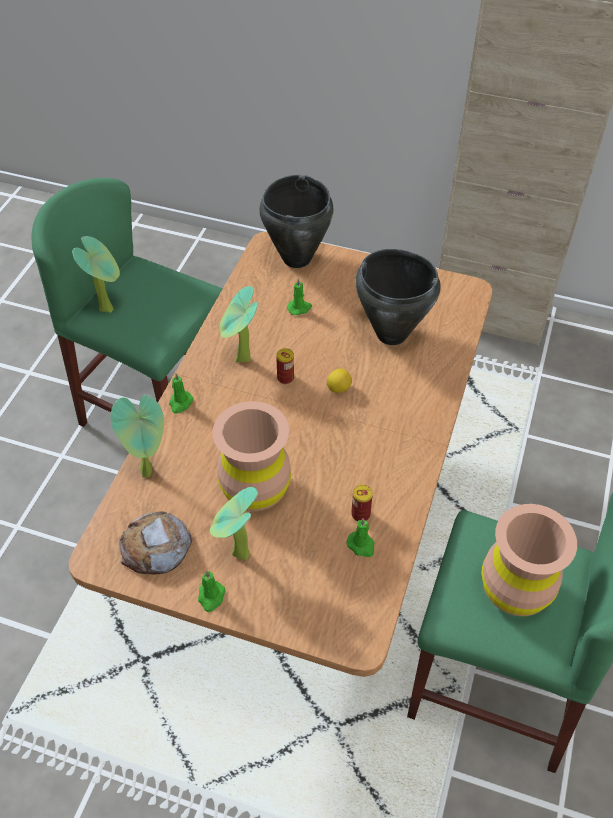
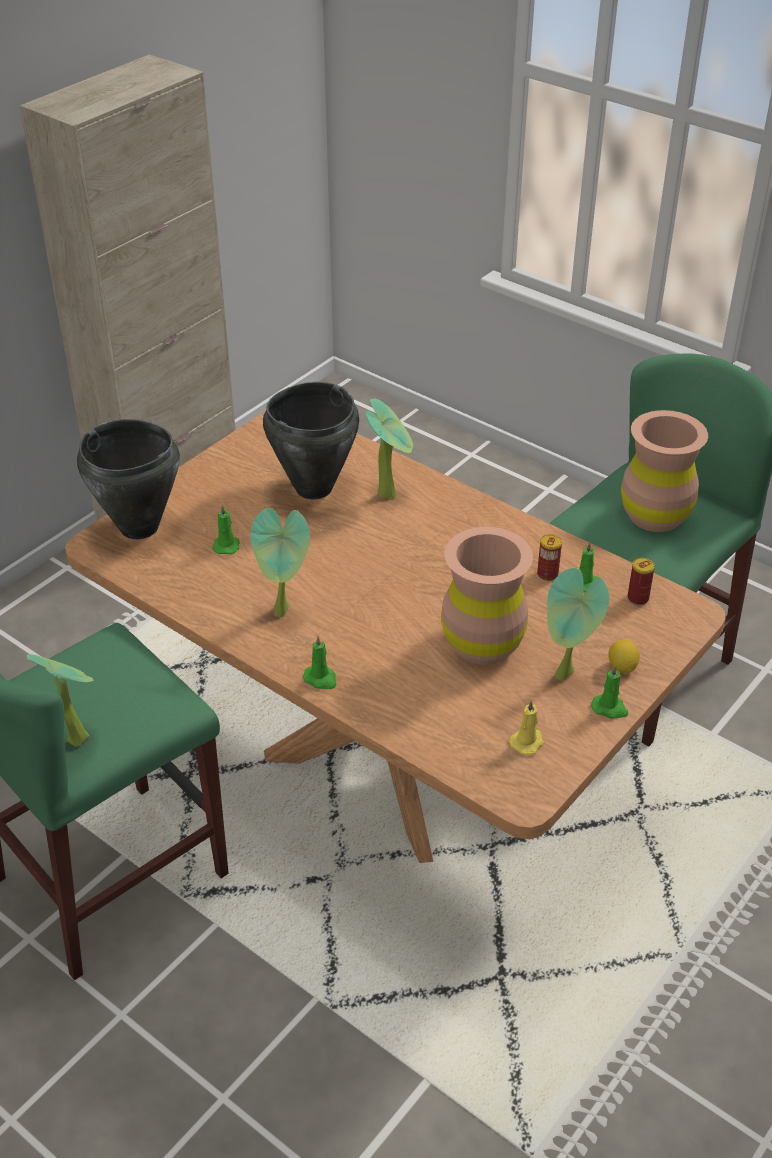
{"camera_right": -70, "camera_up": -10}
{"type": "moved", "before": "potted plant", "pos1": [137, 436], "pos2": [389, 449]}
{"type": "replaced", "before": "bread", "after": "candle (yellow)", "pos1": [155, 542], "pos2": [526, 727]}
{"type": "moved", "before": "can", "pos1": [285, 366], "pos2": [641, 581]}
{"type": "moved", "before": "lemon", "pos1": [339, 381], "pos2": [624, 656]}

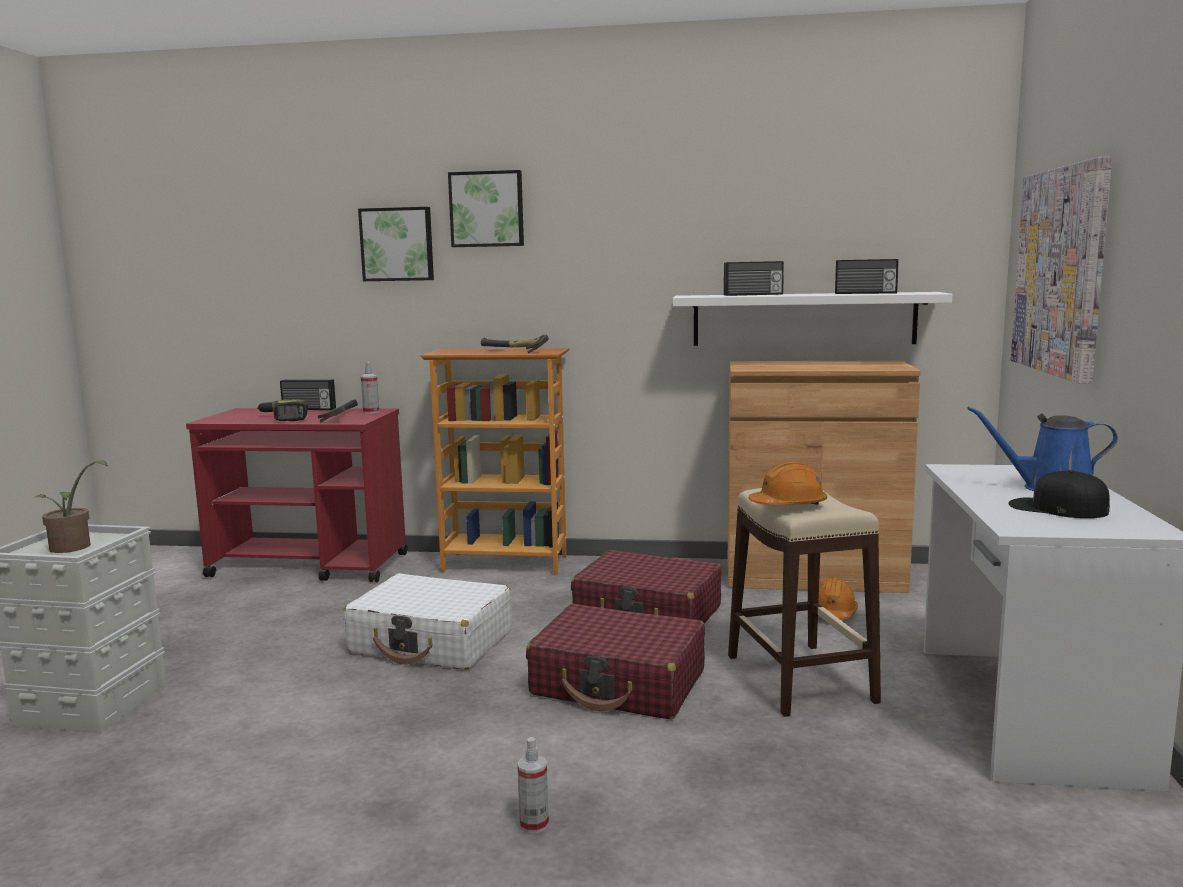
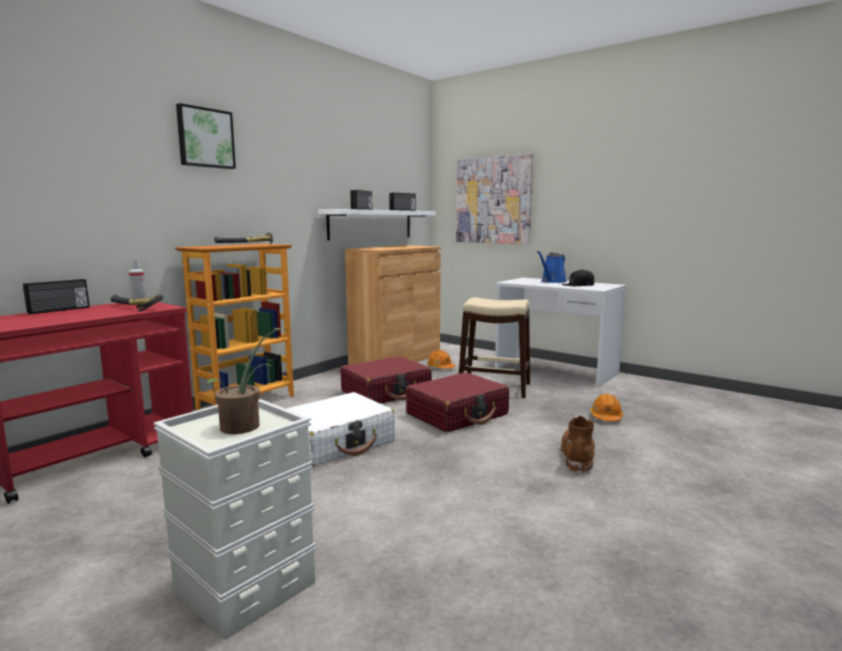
{"camera_right": -60, "camera_up": 0}
{"type": "removed", "before": "power drill", "pos1": [282, 410]}
{"type": "removed", "before": "picture", "pos1": [396, 244]}
{"type": "replaced", "before": "spray bottle", "after": "boot (brown)", "pos1": [533, 785], "pos2": [578, 444]}
{"type": "moved", "before": "hard hat (orange)", "pos1": [788, 483], "pos2": [606, 407]}

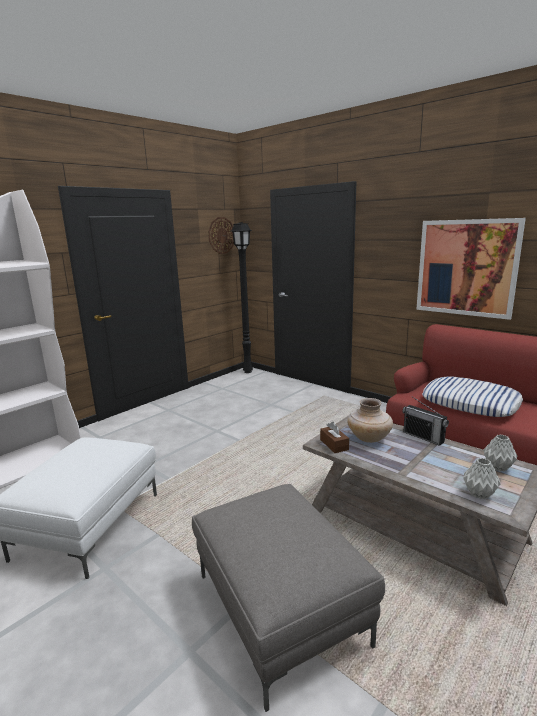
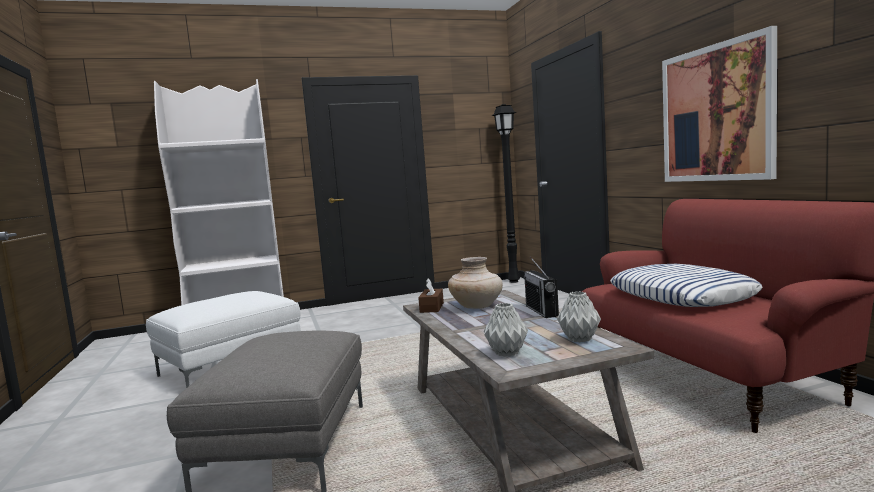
{"camera_right": 30, "camera_up": -10}
{"type": "removed", "before": "wall clock", "pos1": [221, 235]}

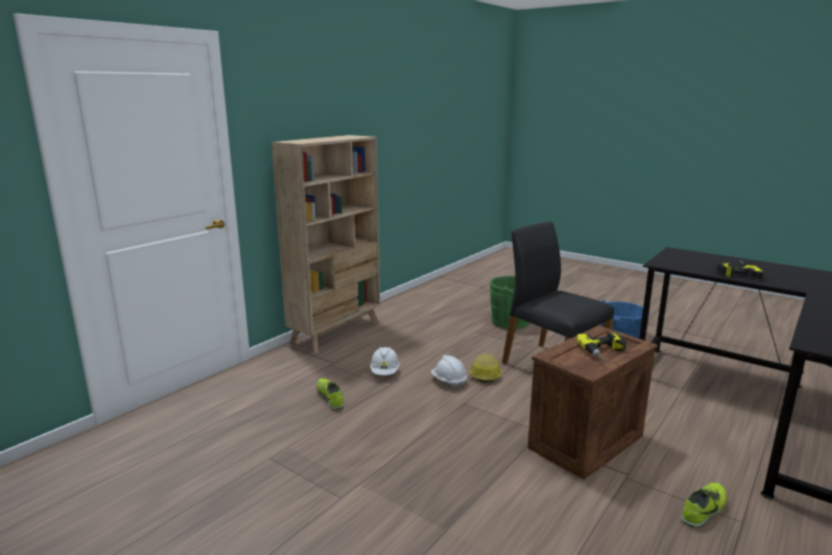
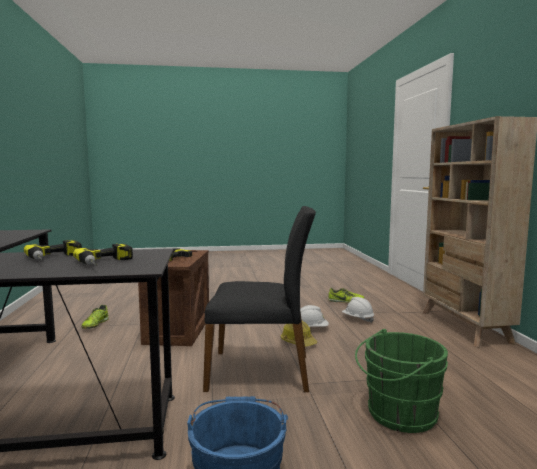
{"camera_right": 135, "camera_up": -10}
{"type": "added", "after": "power drill", "pos2": [103, 254]}

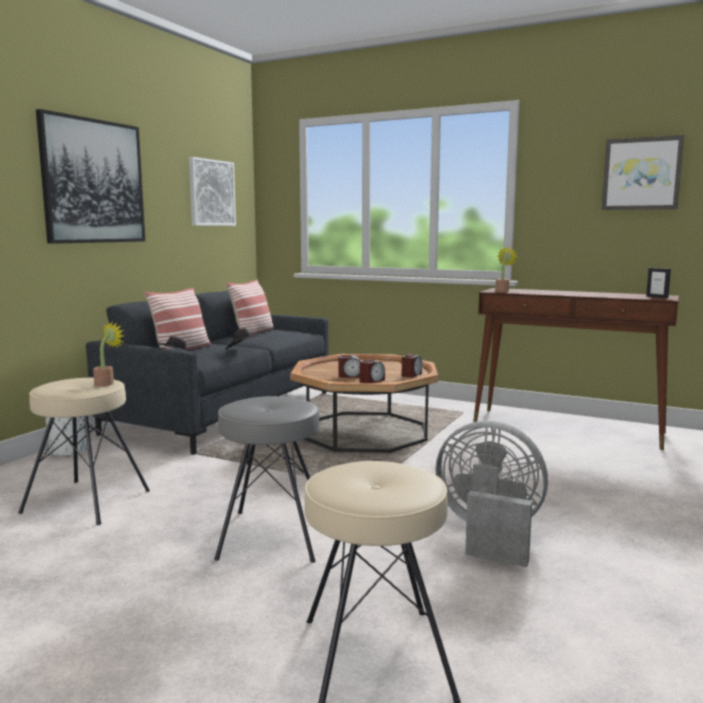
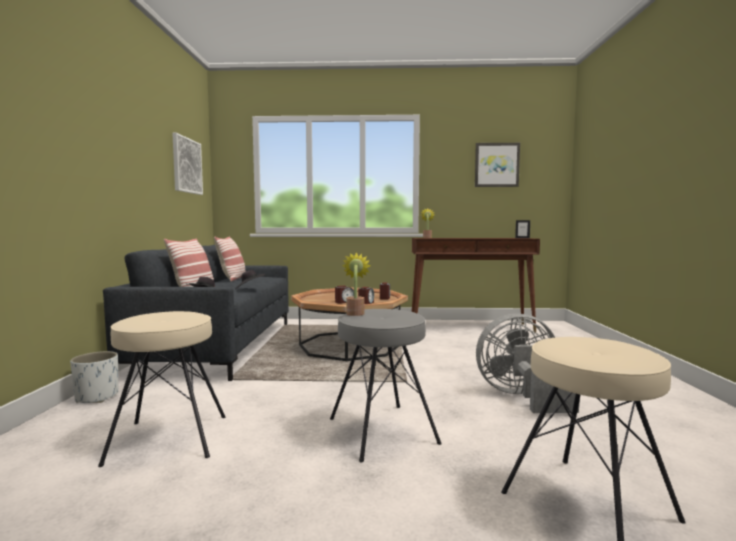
{"camera_right": -25, "camera_up": -5}
{"type": "removed", "before": "picture", "pos1": [90, 176]}
{"type": "moved", "before": "potted plant", "pos1": [108, 353], "pos2": [356, 284]}

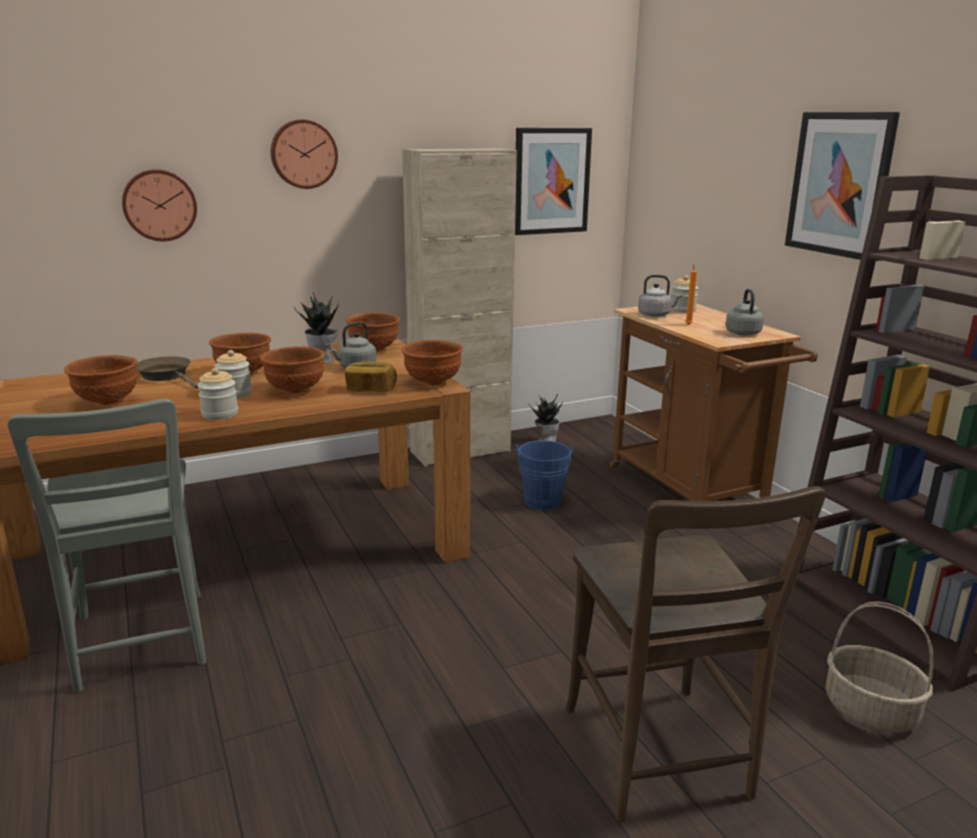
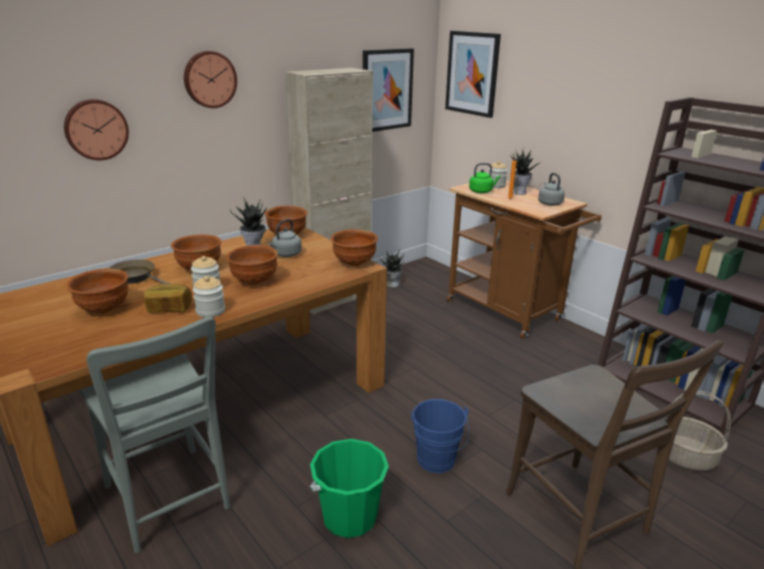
{"camera_right": -15, "camera_up": 5}
{"type": "moved", "before": "bread", "pos1": [371, 376], "pos2": [168, 298]}
{"type": "moved", "before": "bucket (blue)", "pos1": [545, 475], "pos2": [440, 436]}
{"type": "recoloured", "before": "kettle (grey)", "after": "kettle (green)", "pos1": [660, 296], "pos2": [485, 178]}
{"type": "moved", "before": "picture", "pos1": [842, 186], "pos2": [473, 74]}
{"type": "added", "after": "bucket (green)", "pos2": [349, 488]}
{"type": "added", "after": "potted plant", "pos2": [526, 172]}

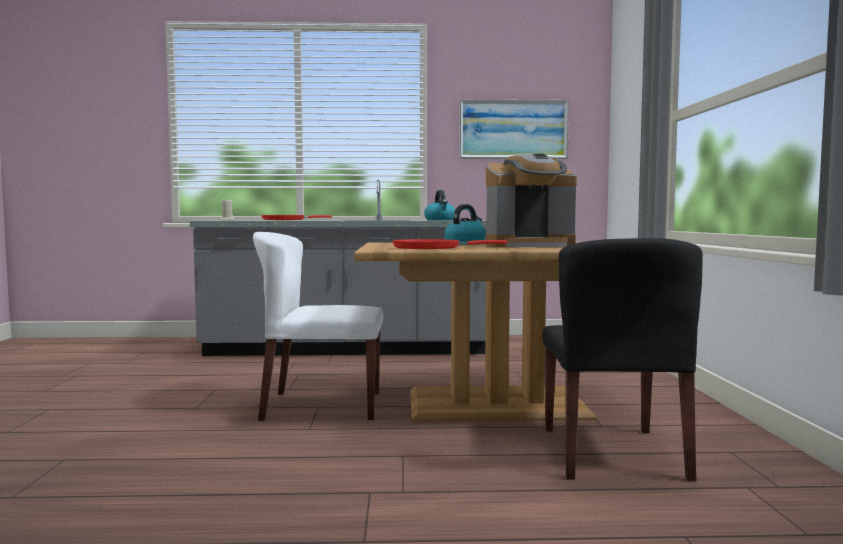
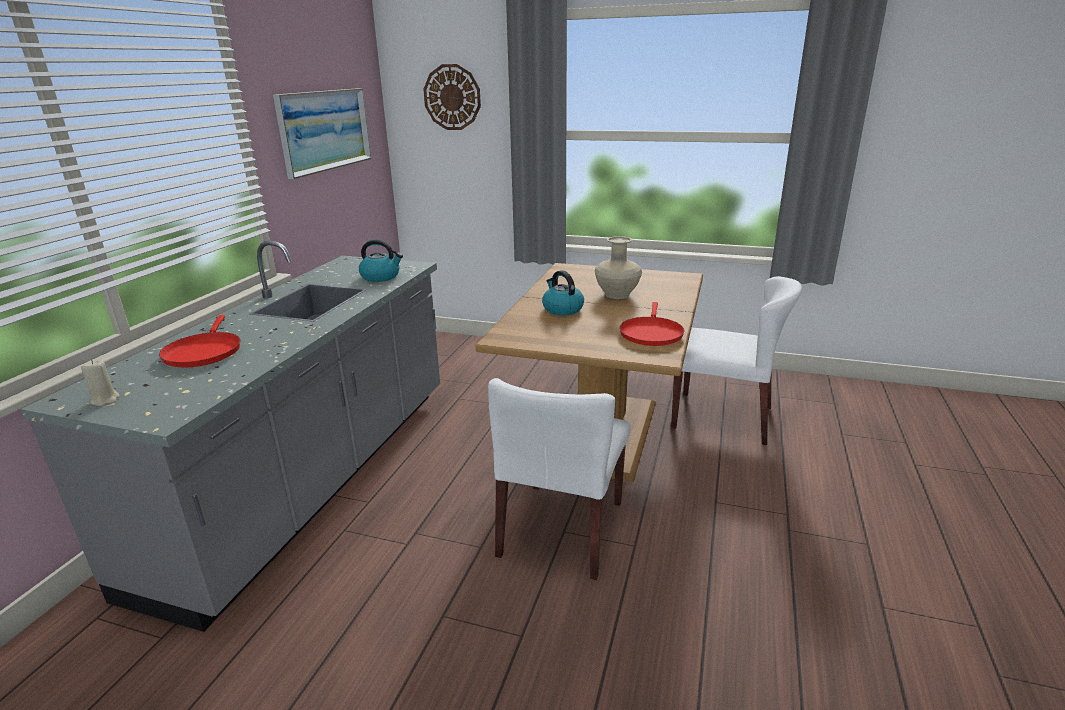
{"camera_right": -70, "camera_up": 20}
{"type": "replaced", "before": "coffee machine", "after": "vase (beige)", "pos1": [531, 200], "pos2": [618, 267]}
{"type": "recoloured", "before": "chair (black)", "after": "chair (white)", "pos1": [622, 360], "pos2": [736, 360]}
{"type": "added", "after": "wall clock", "pos2": [452, 97]}

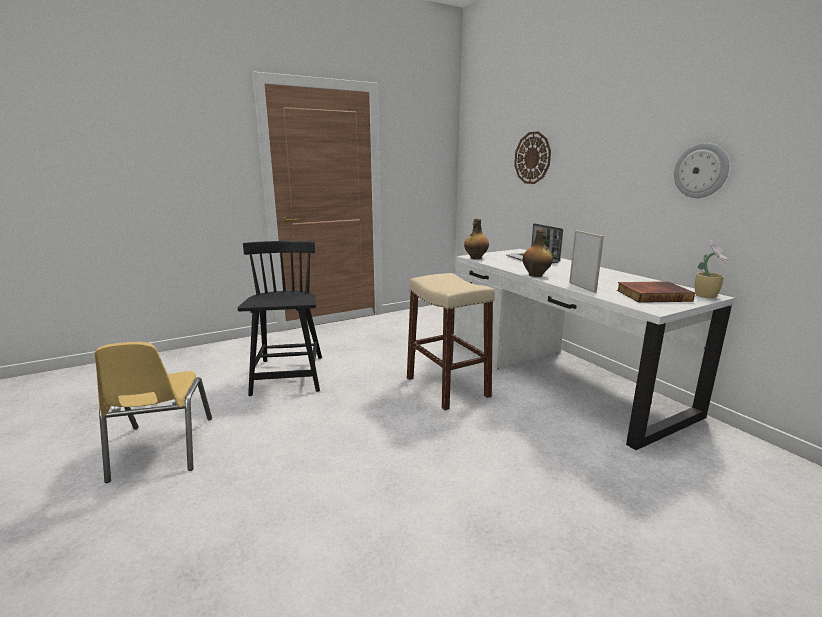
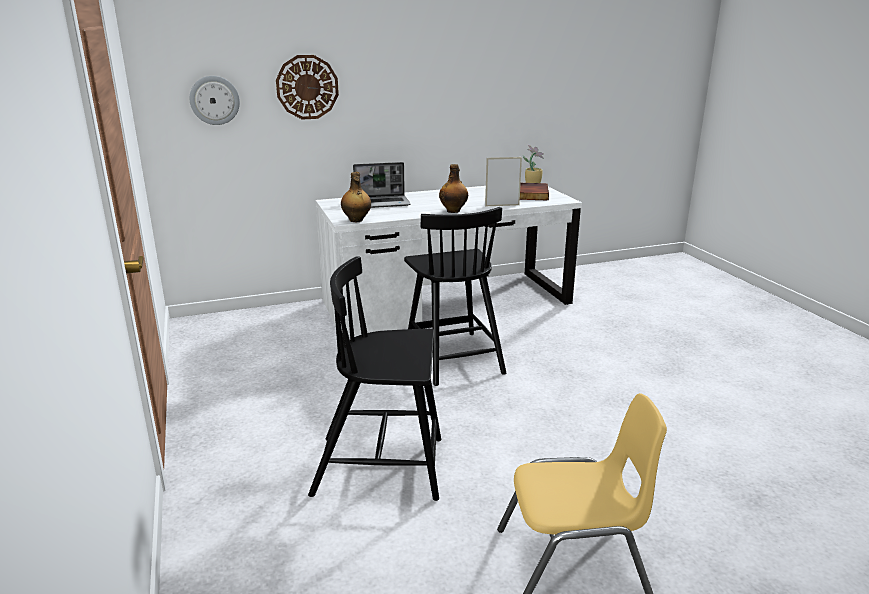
{"camera_right": -80, "camera_up": 5}
{"type": "replaced", "before": "stool (beige)", "after": "chair (black)", "pos1": [451, 341], "pos2": [455, 296]}
{"type": "moved", "before": "wall clock", "pos1": [701, 170], "pos2": [214, 100]}

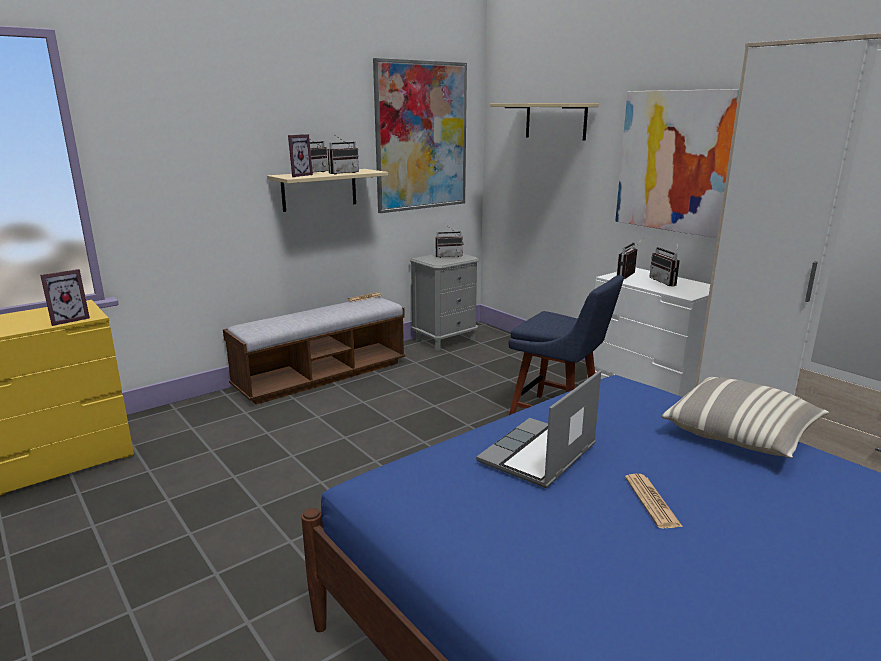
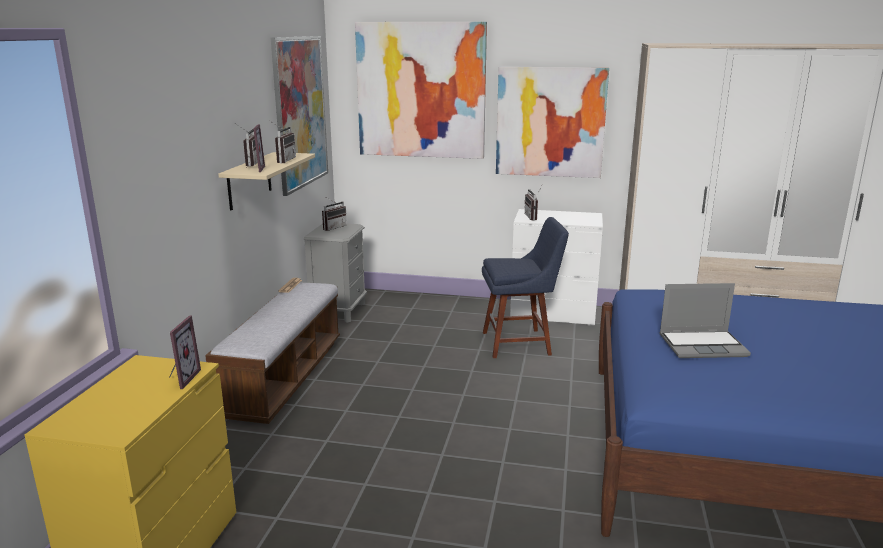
{"camera_right": -40, "camera_up": 0}
{"type": "turned", "before": "laptop", "pos1": [538, 429], "pos2": [705, 320], "turn": -90}
{"type": "replaced", "before": "shelf (beige)", "after": "picture", "pos1": [544, 122], "pos2": [421, 90]}
{"type": "removed", "before": "newspaper", "pos1": [654, 501]}
{"type": "removed", "before": "radio", "pos1": [664, 263]}
{"type": "removed", "before": "pillow", "pos1": [745, 417]}

